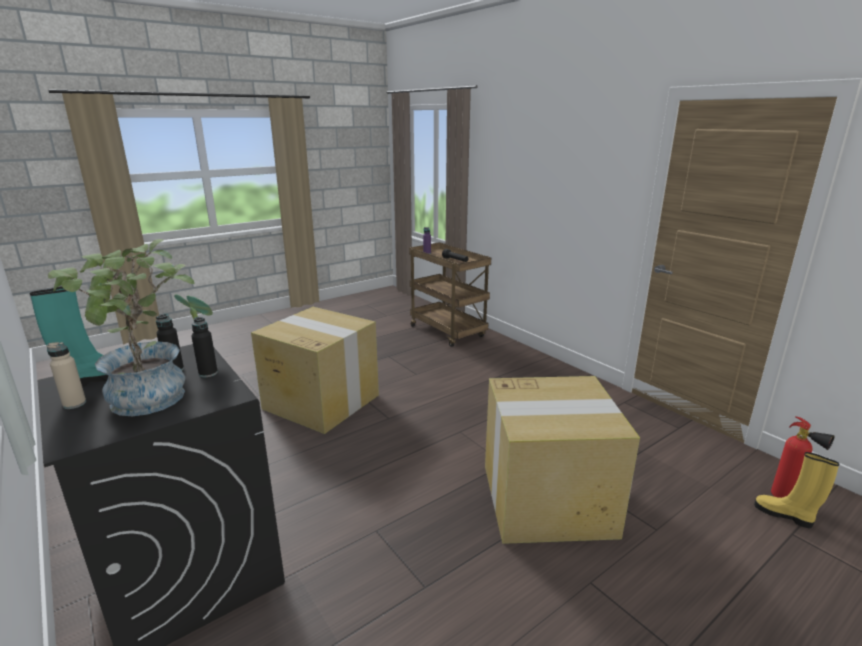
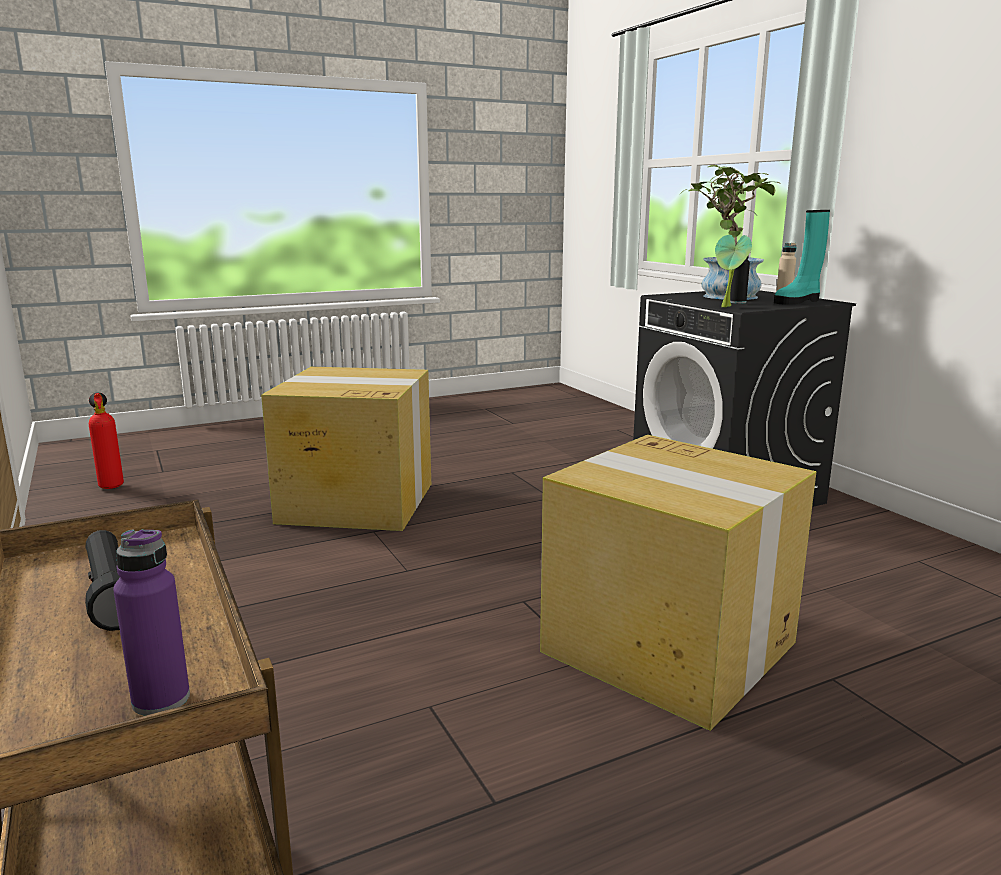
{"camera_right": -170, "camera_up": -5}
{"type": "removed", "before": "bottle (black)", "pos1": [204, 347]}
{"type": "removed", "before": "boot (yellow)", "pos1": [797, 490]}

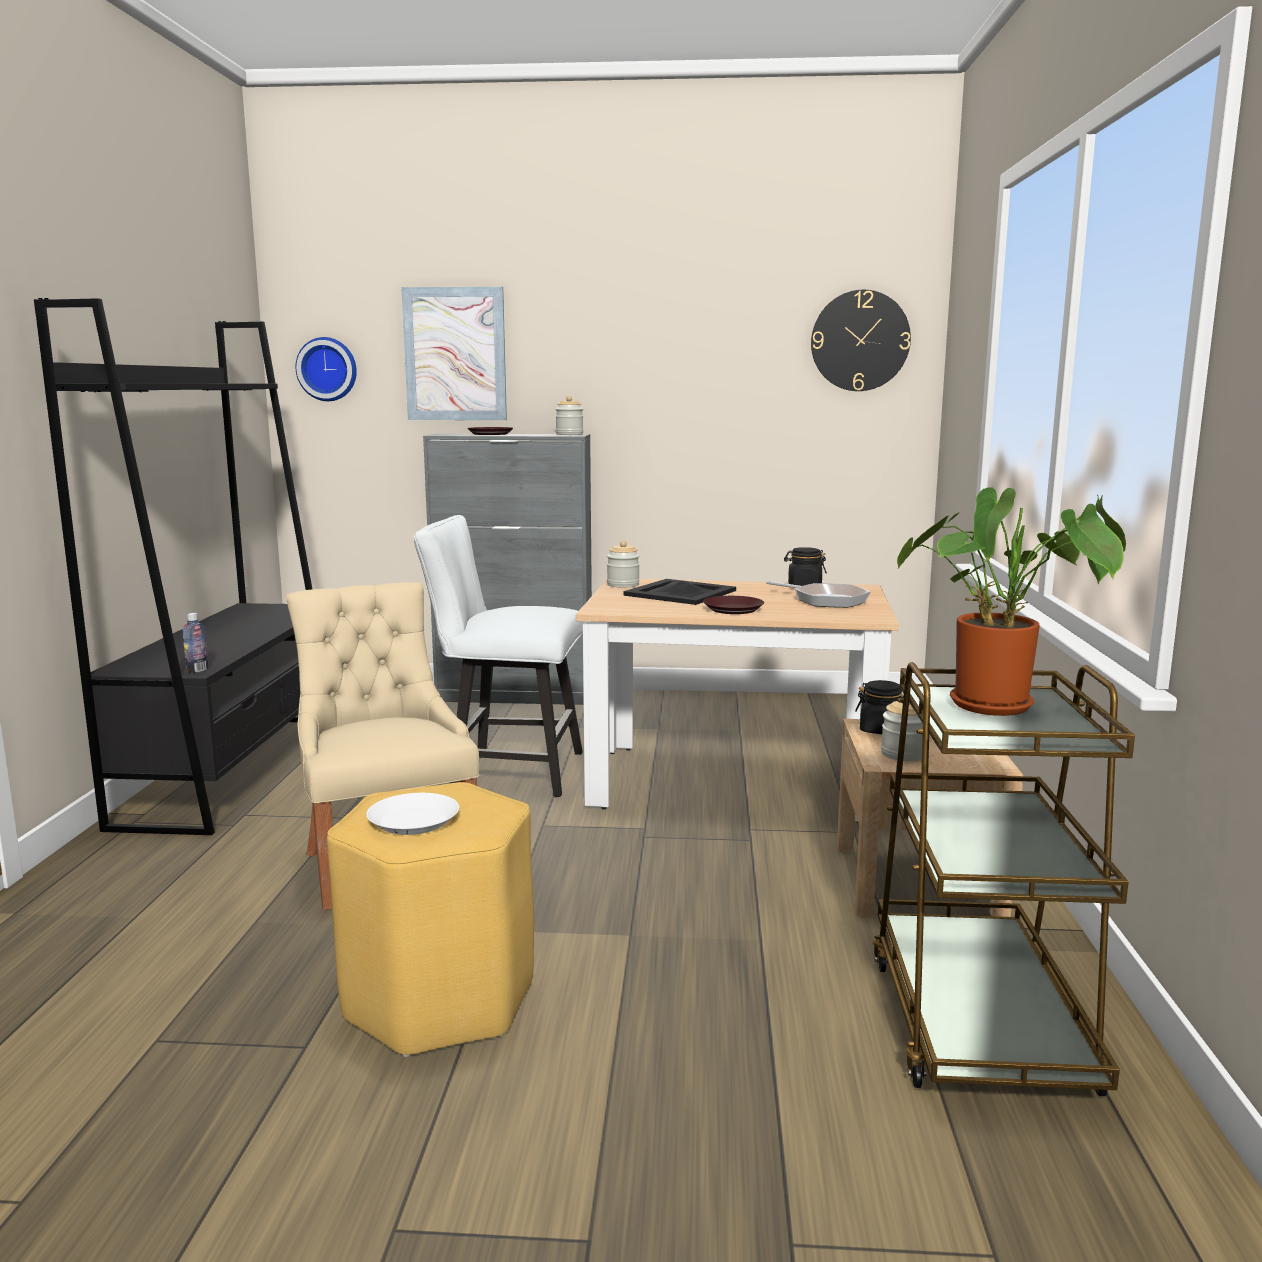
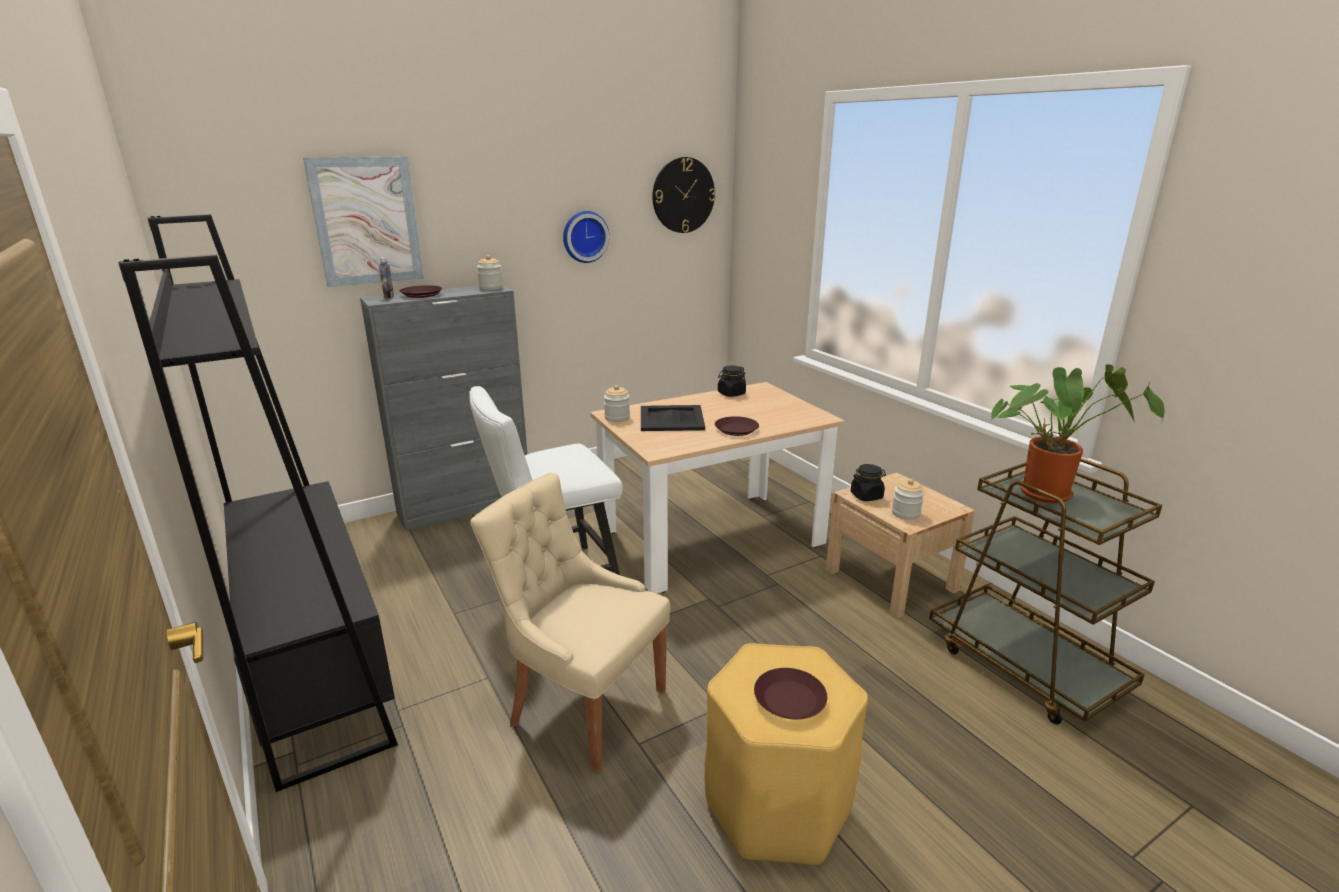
{"camera_right": -35, "camera_up": 10}
{"type": "moved", "before": "bottle", "pos1": [195, 643], "pos2": [386, 278]}
{"type": "moved", "before": "wall clock", "pos1": [326, 369], "pos2": [586, 237]}
{"type": "recoloured", "before": "plate (white)", "after": "plate (brown)", "pos1": [412, 814], "pos2": [790, 693]}
{"type": "removed", "before": "frying pan", "pos1": [818, 594]}

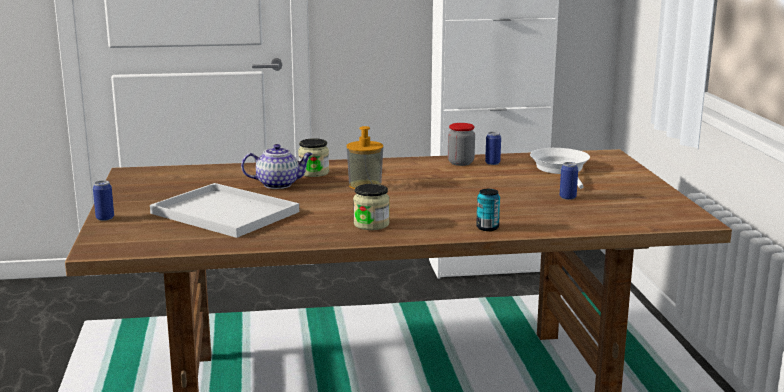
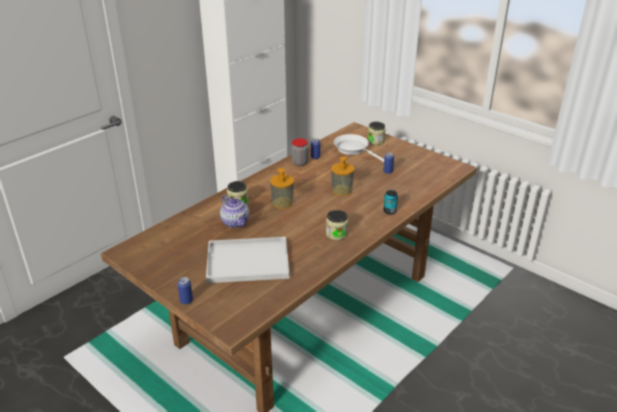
{"camera_right": -40, "camera_up": 15}
{"type": "turned", "before": "teapot", "pos1": [276, 166], "pos2": [234, 211], "turn": 105}
{"type": "added", "after": "soap dispenser", "pos2": [342, 176]}
{"type": "added", "after": "jar", "pos2": [377, 133]}

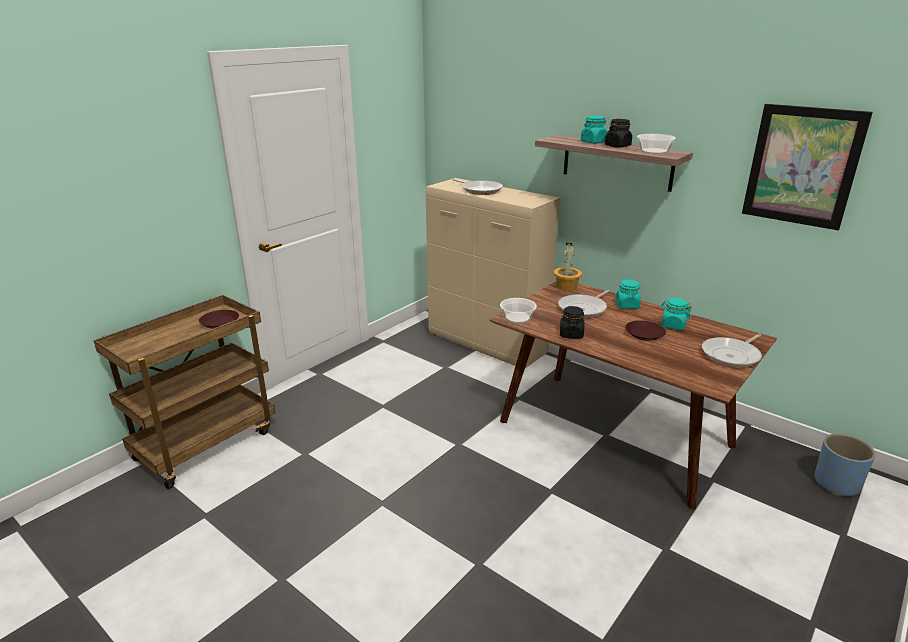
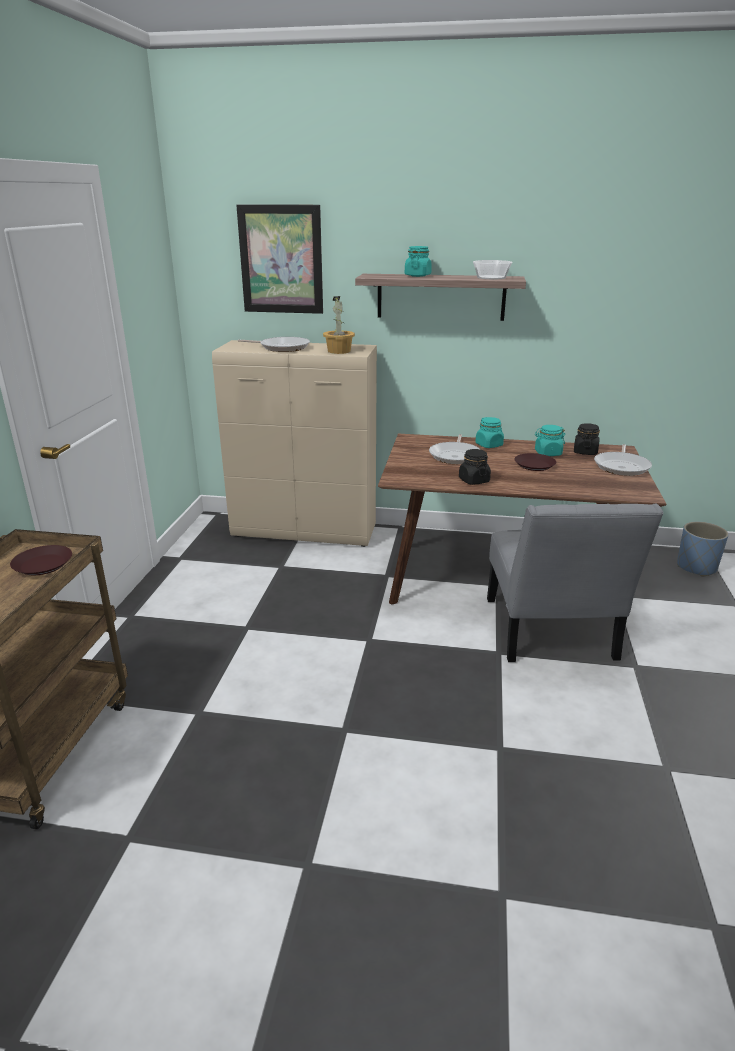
{"camera_right": -30, "camera_up": 0}
{"type": "removed", "before": "bowl", "pos1": [518, 311]}
{"type": "moved", "before": "potted plant", "pos1": [568, 267], "pos2": [339, 325]}
{"type": "moved", "before": "jar (black)", "pos1": [618, 133], "pos2": [587, 439]}
{"type": "moved", "before": "picture", "pos1": [807, 167], "pos2": [279, 259]}
{"type": "added", "after": "chair (grey)", "pos2": [575, 583]}

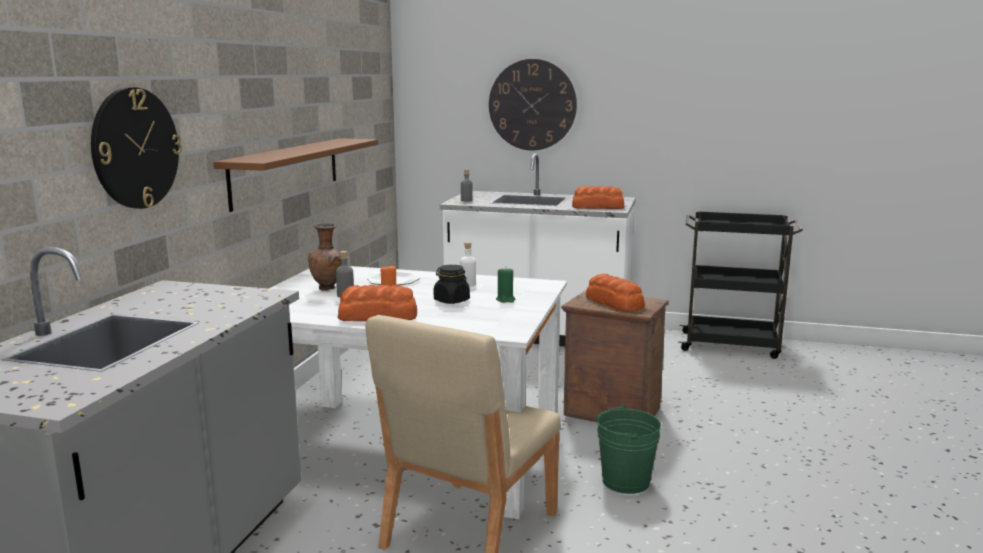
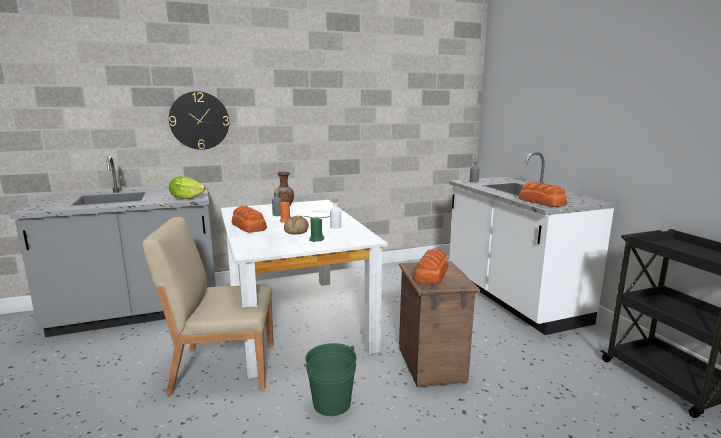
{"camera_right": 55, "camera_up": 0}
{"type": "removed", "before": "shelf (brown)", "pos1": [295, 175]}
{"type": "replaced", "before": "jar (black)", "after": "bread", "pos1": [452, 284], "pos2": [296, 225]}
{"type": "removed", "before": "wall clock", "pos1": [533, 105]}
{"type": "added", "after": "lettuce", "pos2": [187, 187]}

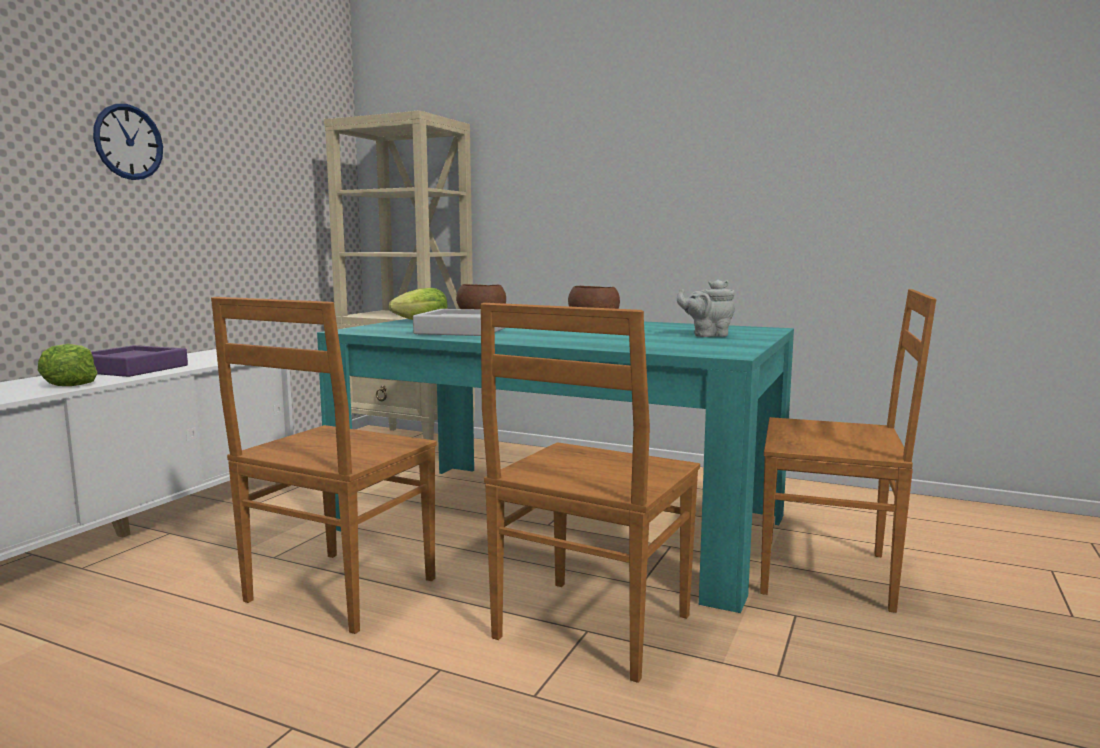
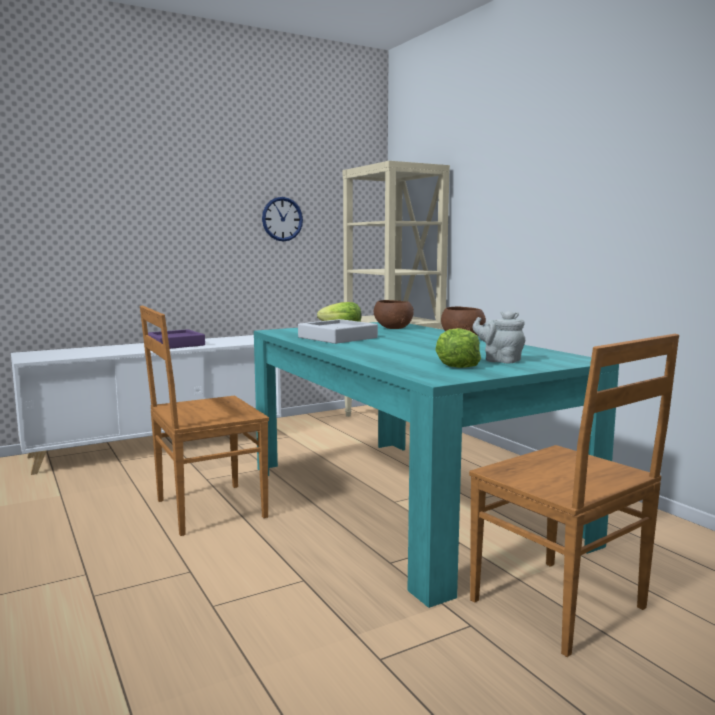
{"camera_right": 35, "camera_up": 0}
{"type": "moved", "before": "lettuce", "pos1": [67, 365], "pos2": [458, 348]}
{"type": "moved", "before": "wall clock", "pos1": [128, 142], "pos2": [282, 219]}
{"type": "removed", "before": "chair (brown)", "pos1": [590, 493]}

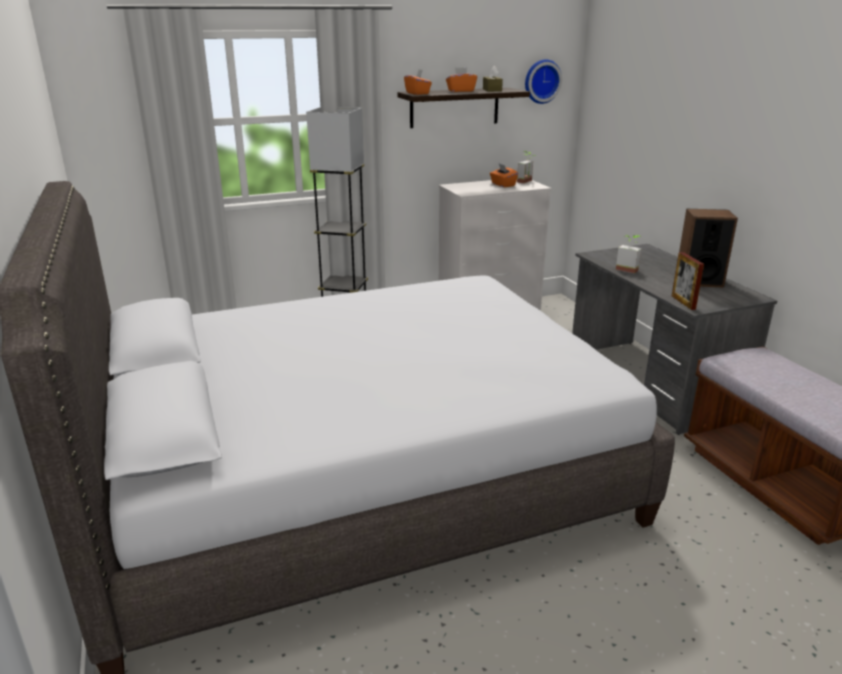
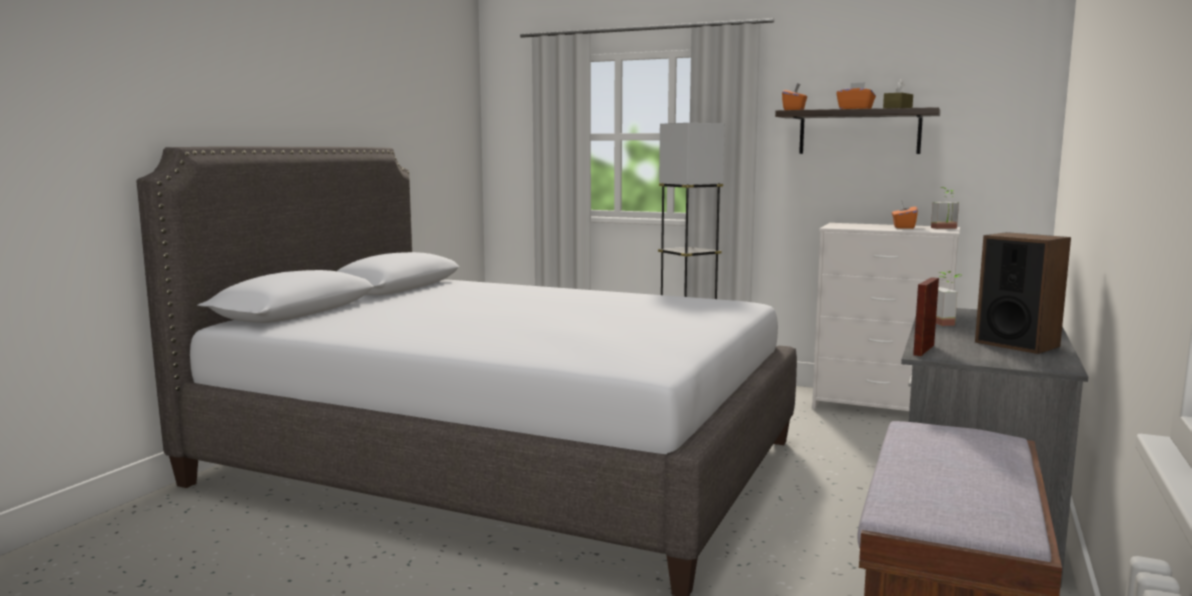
{"camera_right": 45, "camera_up": -15}
{"type": "removed", "before": "wall clock", "pos1": [543, 81]}

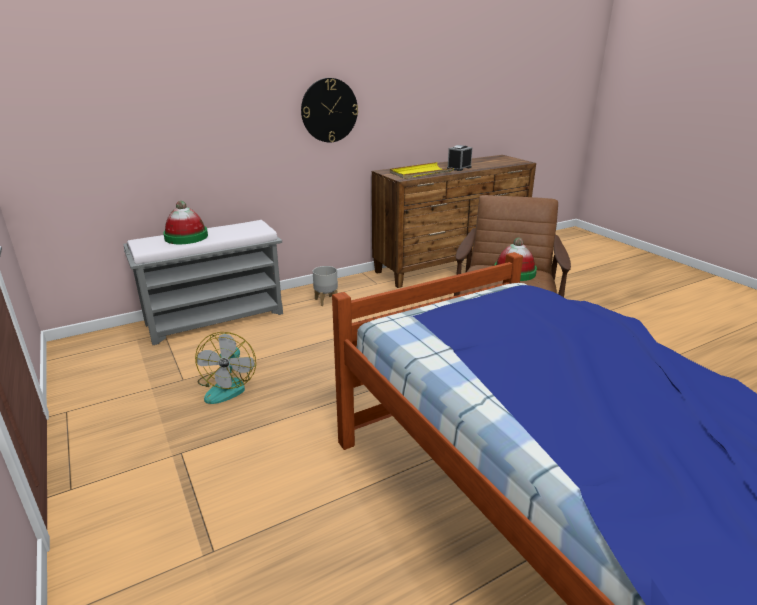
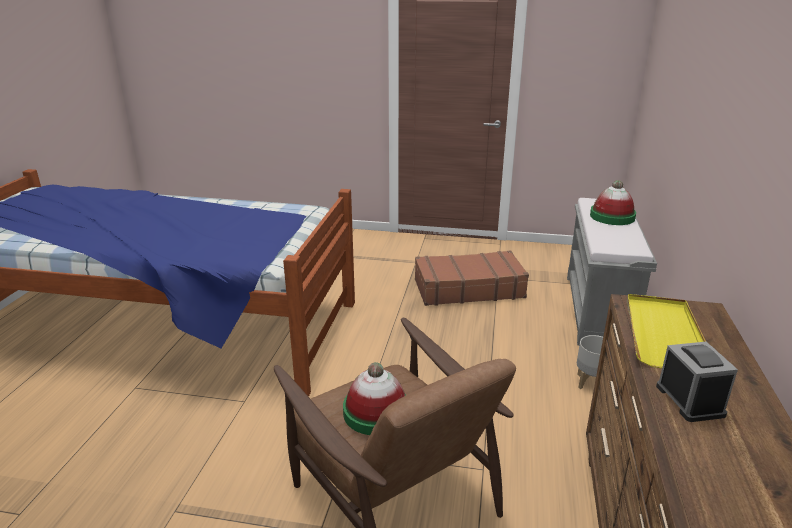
{"camera_right": 130, "camera_up": 0}
{"type": "replaced", "before": "fan", "after": "suitcase (brown)", "pos1": [225, 368], "pos2": [472, 278]}
{"type": "removed", "before": "wall clock", "pos1": [329, 110]}

